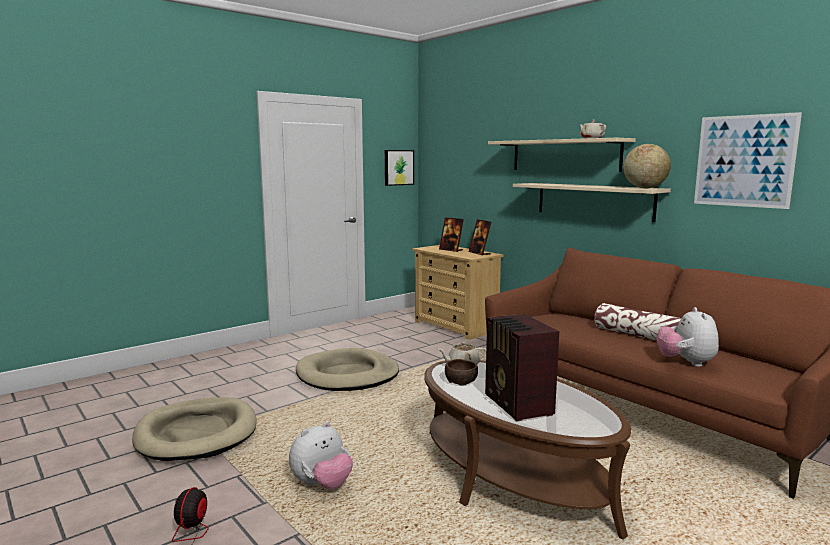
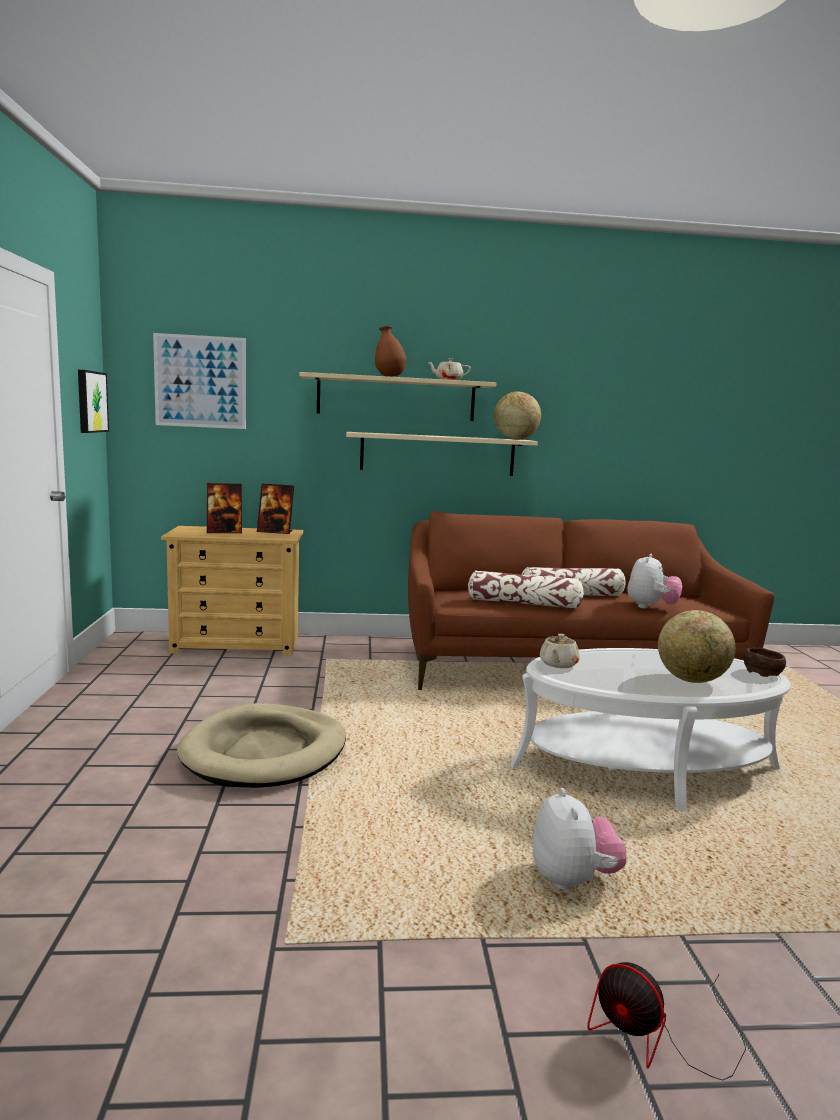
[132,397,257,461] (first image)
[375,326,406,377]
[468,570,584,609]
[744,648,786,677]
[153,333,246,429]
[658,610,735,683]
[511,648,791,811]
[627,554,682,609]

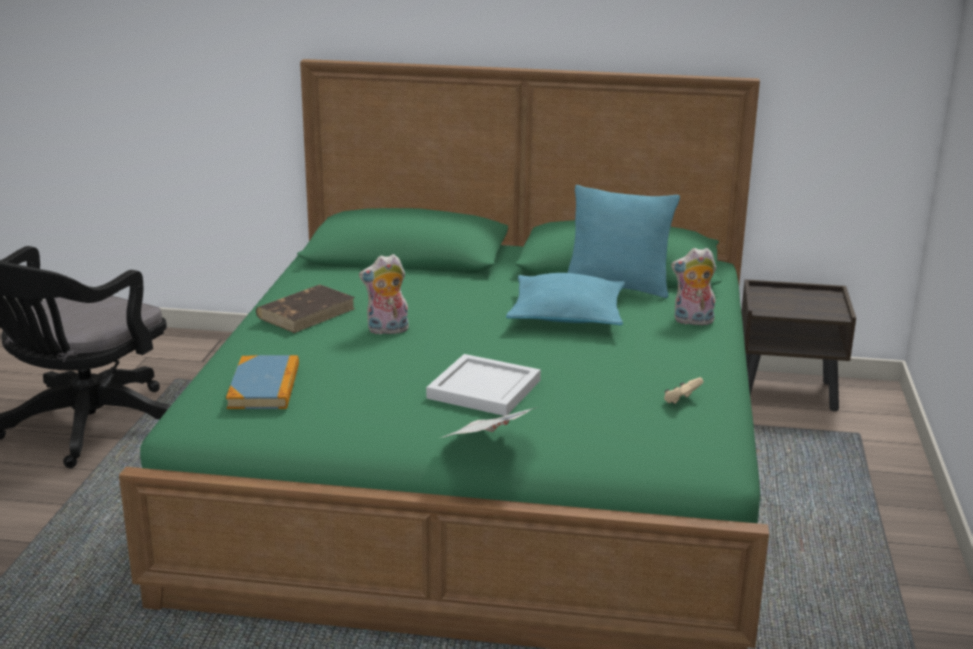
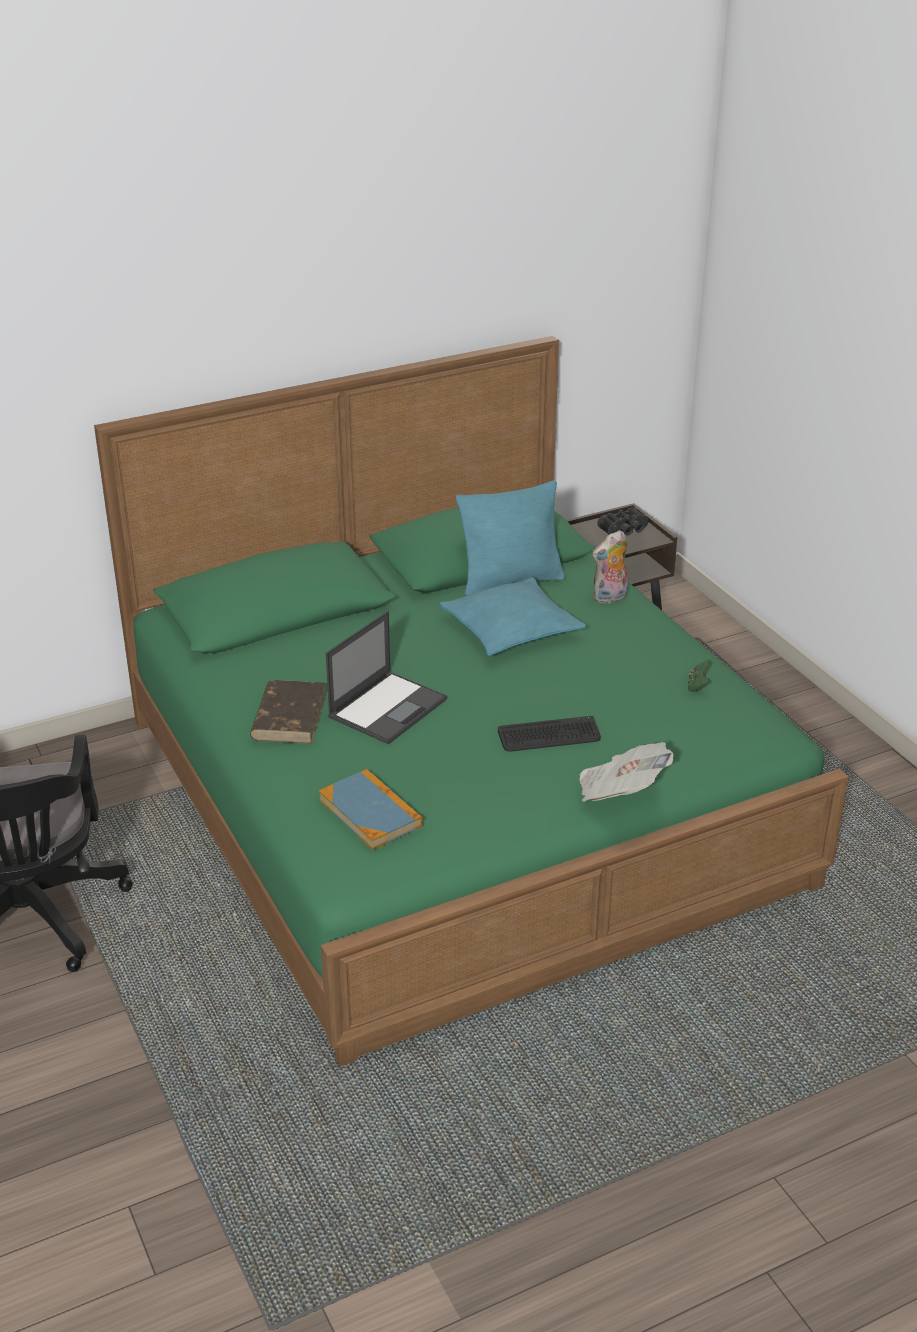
[597,507,649,536]
[326,611,447,744]
[498,716,601,751]
[688,660,711,692]

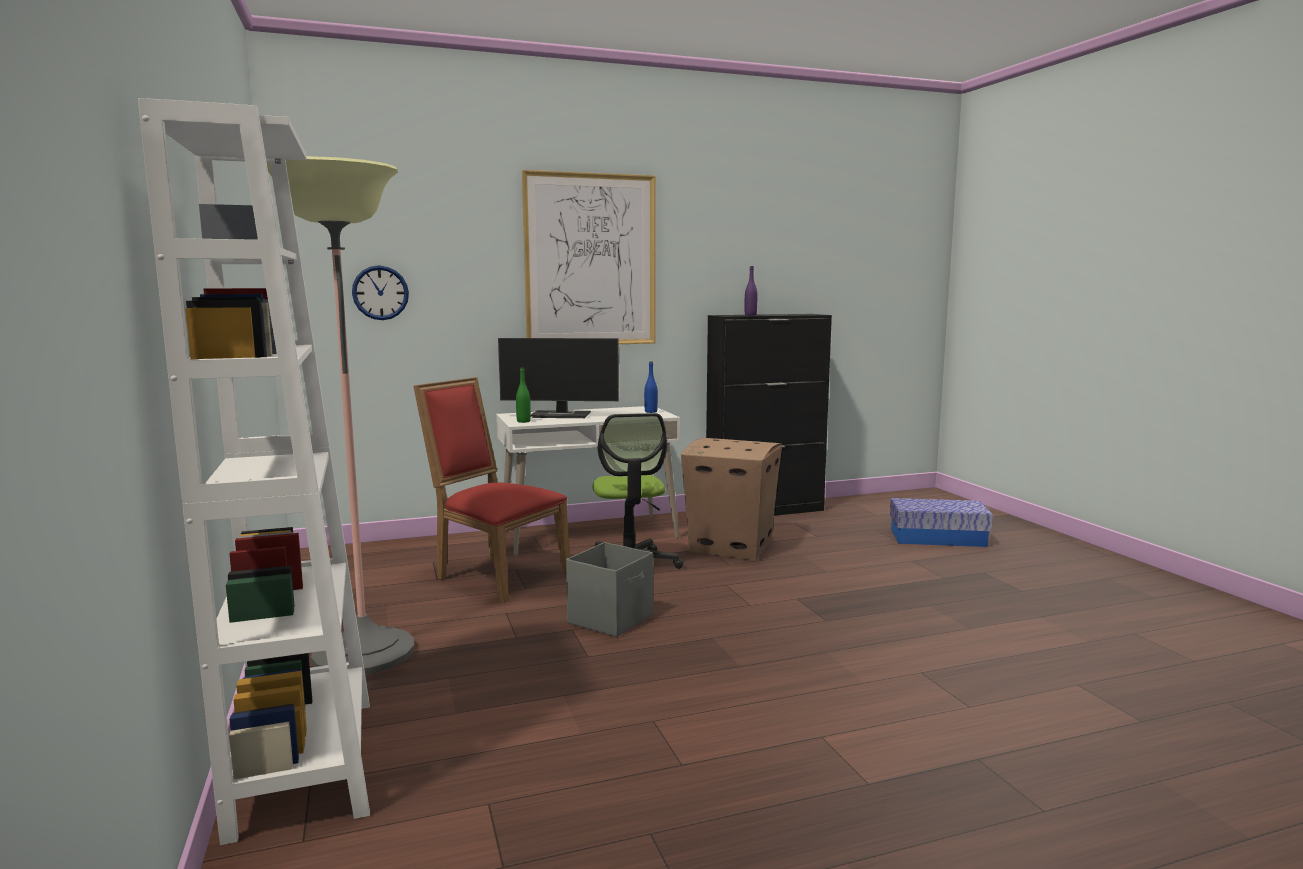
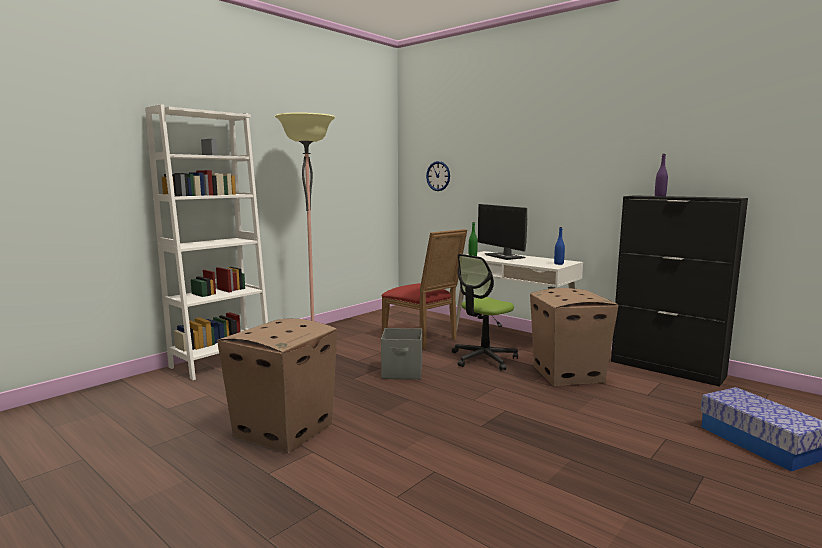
[522,170,656,344] (first image)
[217,318,337,453]
[381,229,467,349]

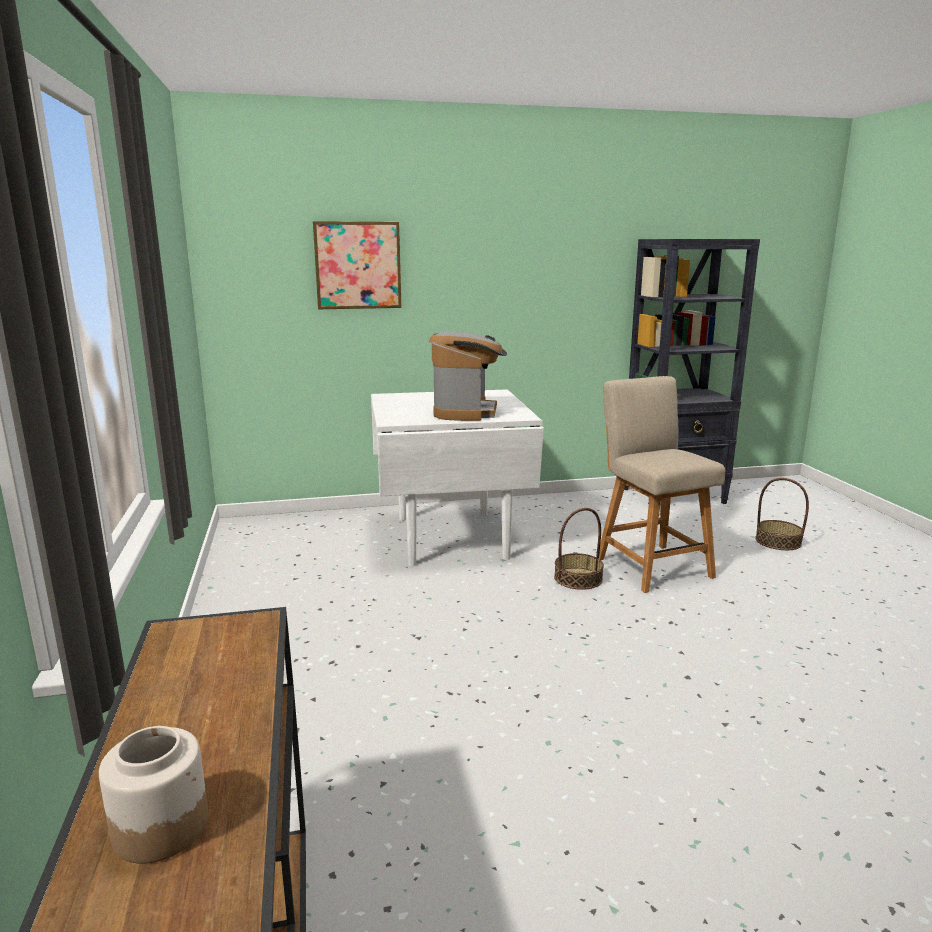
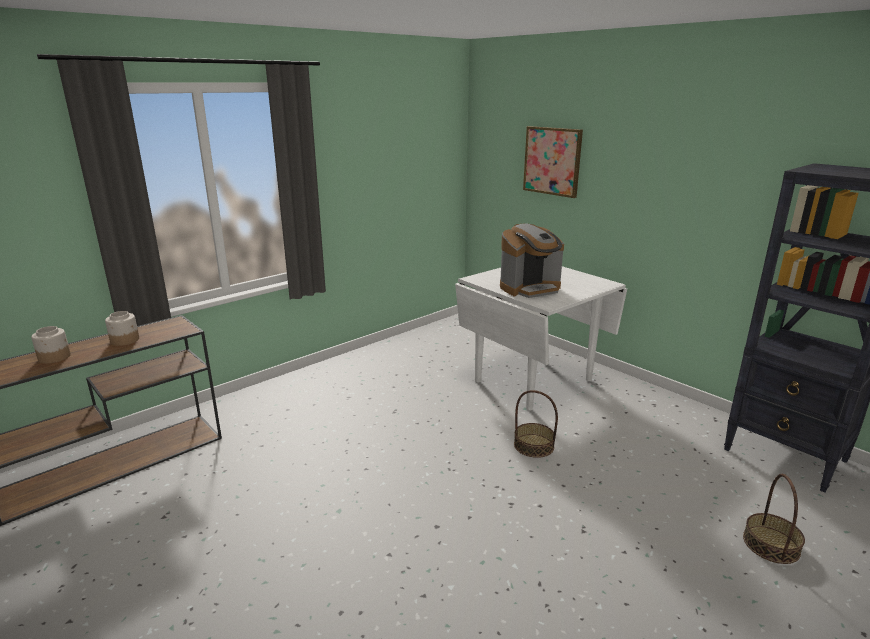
[599,376,725,593] (first image)
[105,311,139,346]

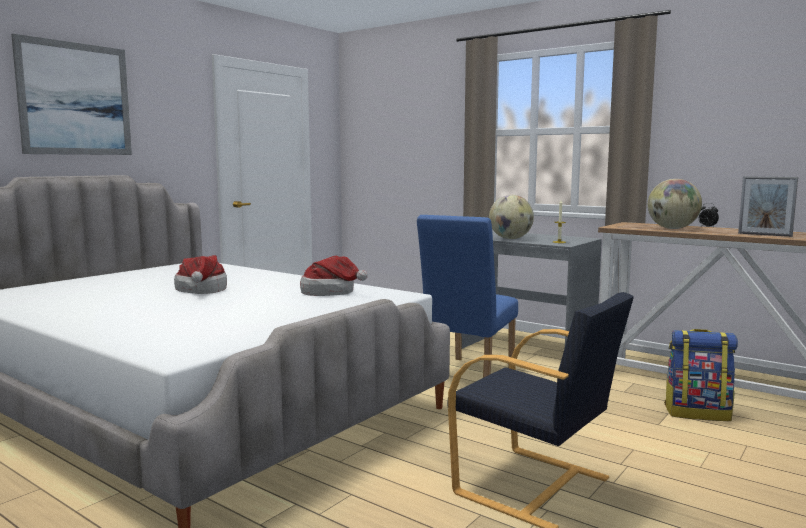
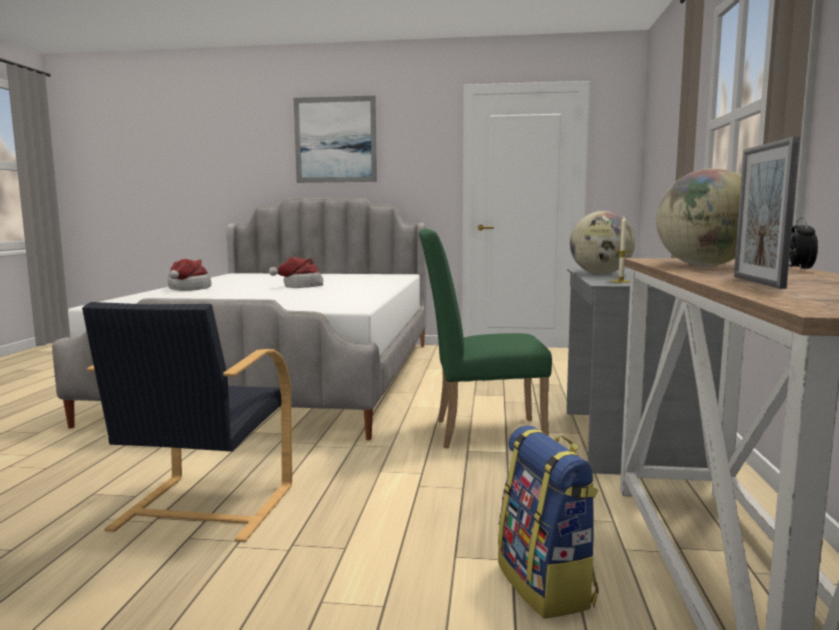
[168,259,211,291]
[419,229,552,448]

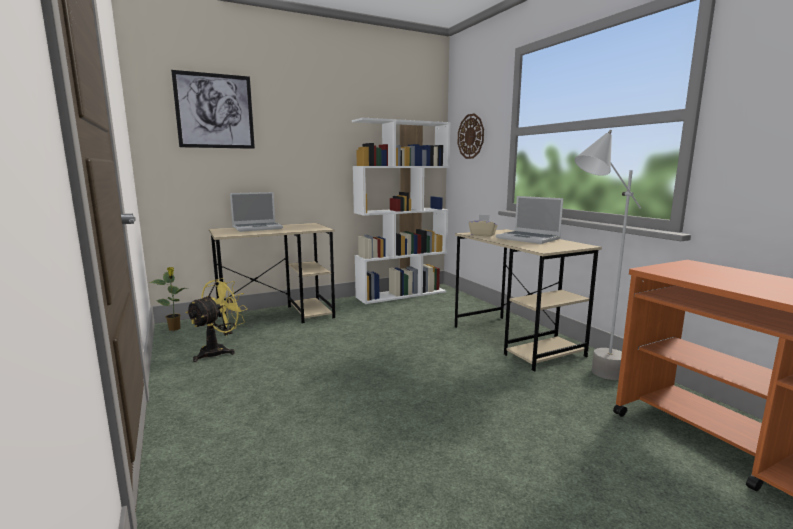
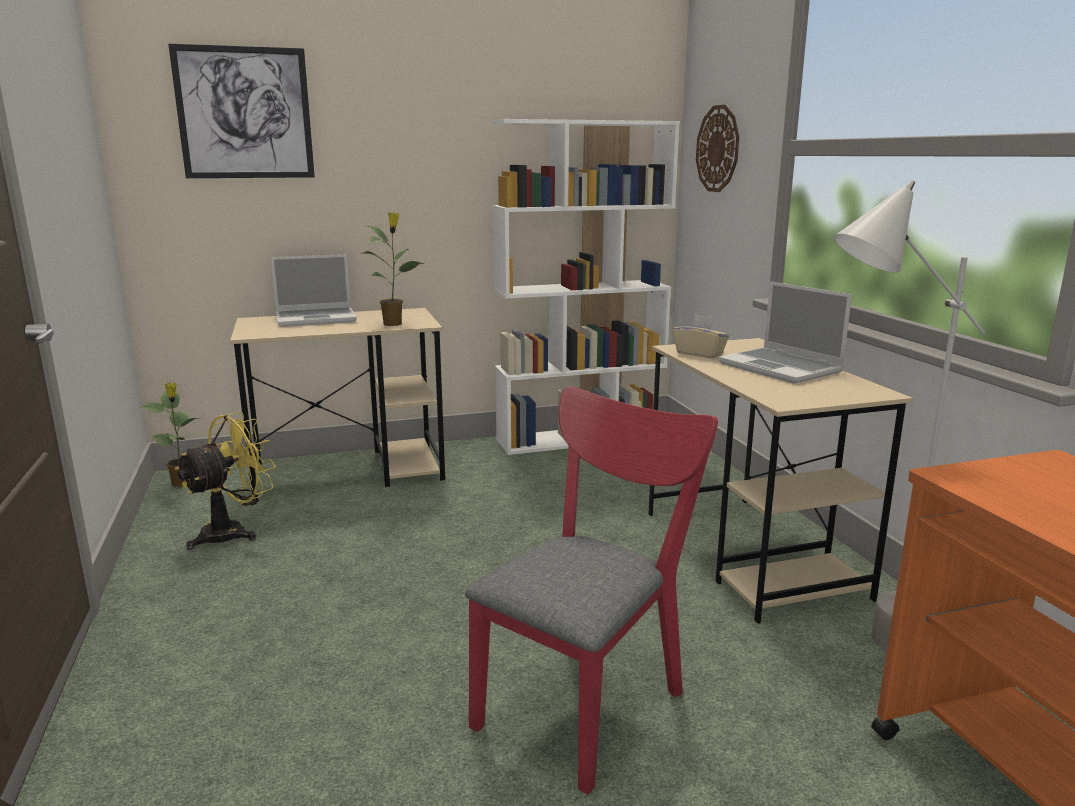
[364,212,425,326]
[465,386,718,795]

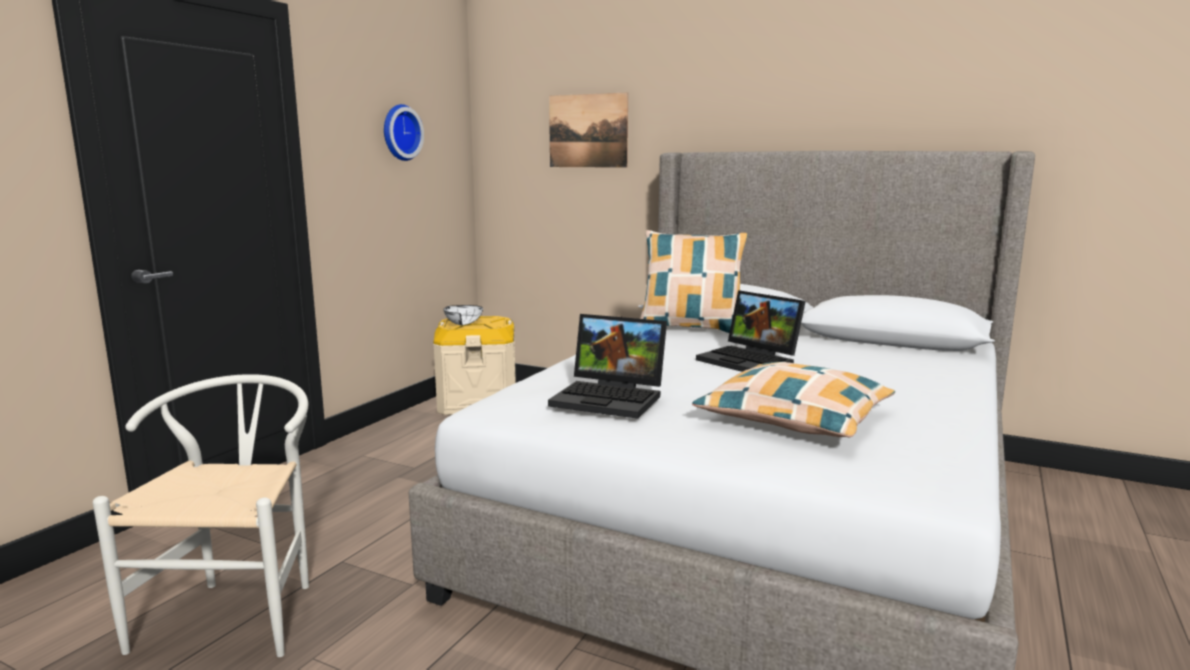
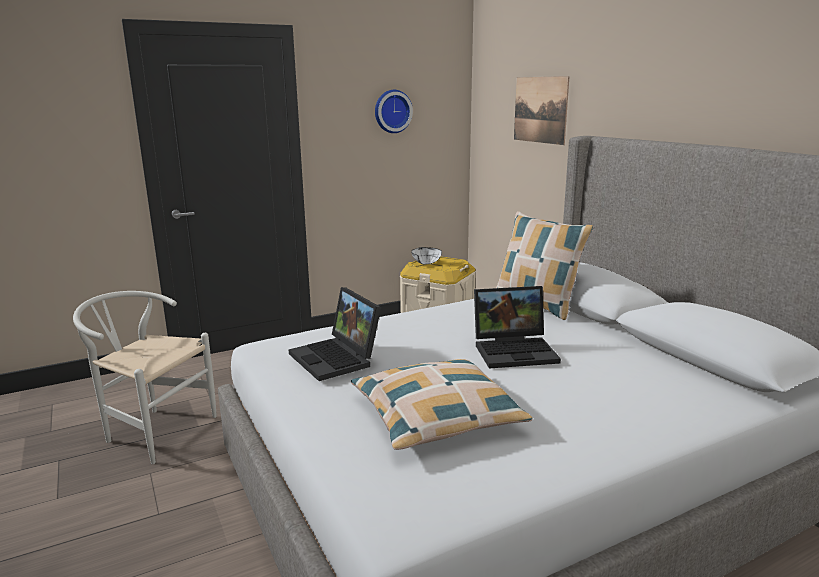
[73,291,217,464]
[474,286,561,368]

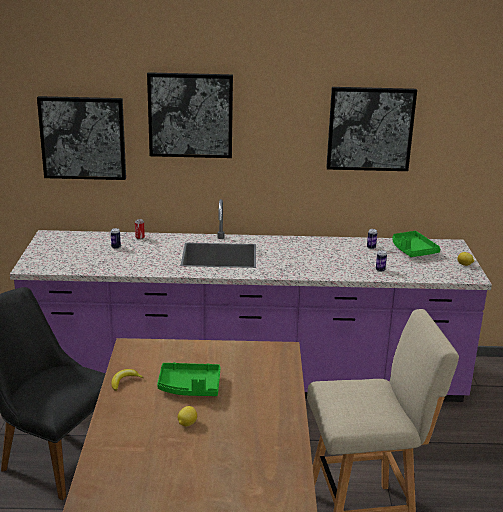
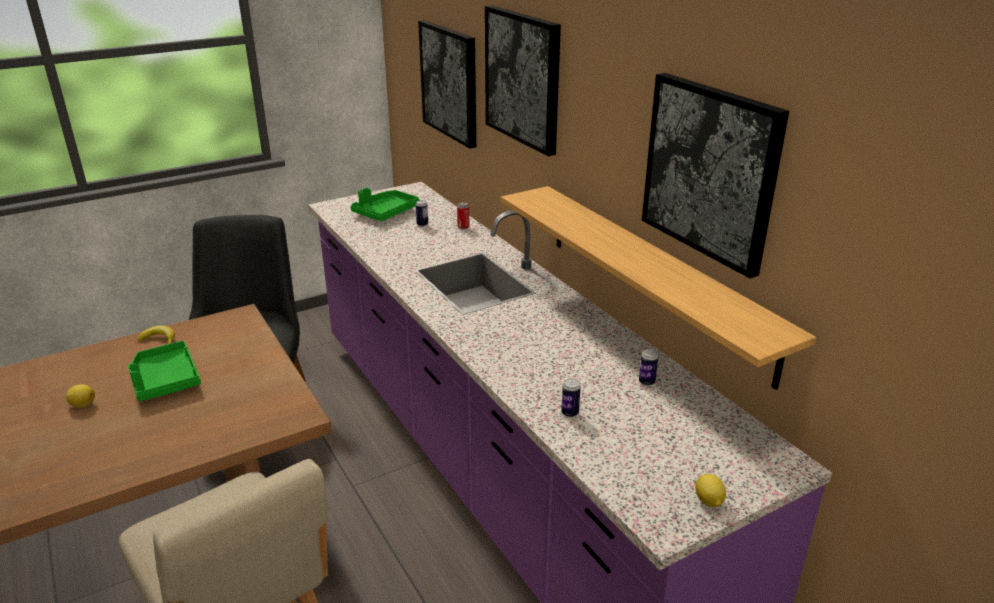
[501,186,816,390]
[351,188,420,221]

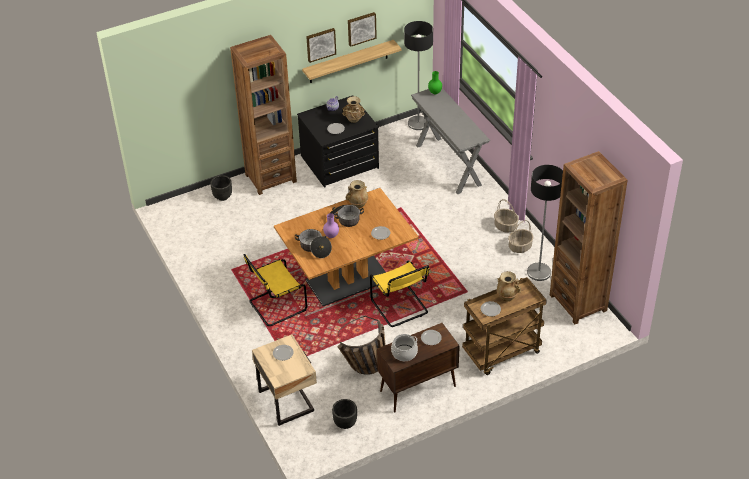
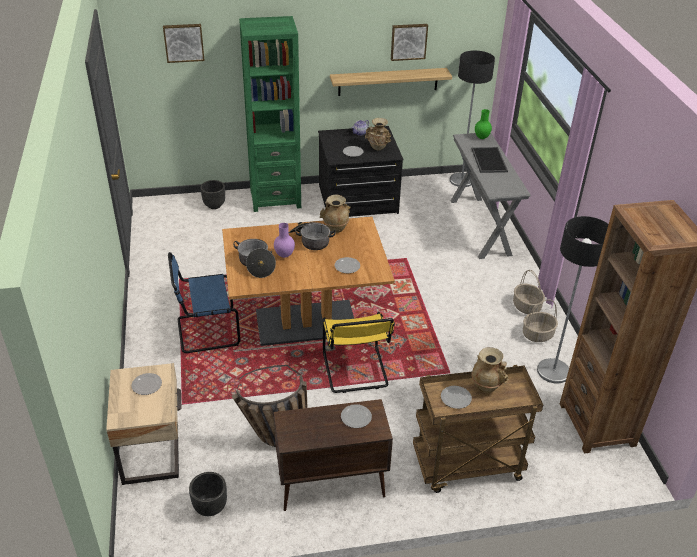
[391,334,418,361] (first image)
[471,147,508,173]
[163,24,205,63]
[239,16,301,212]
[168,252,241,353]

